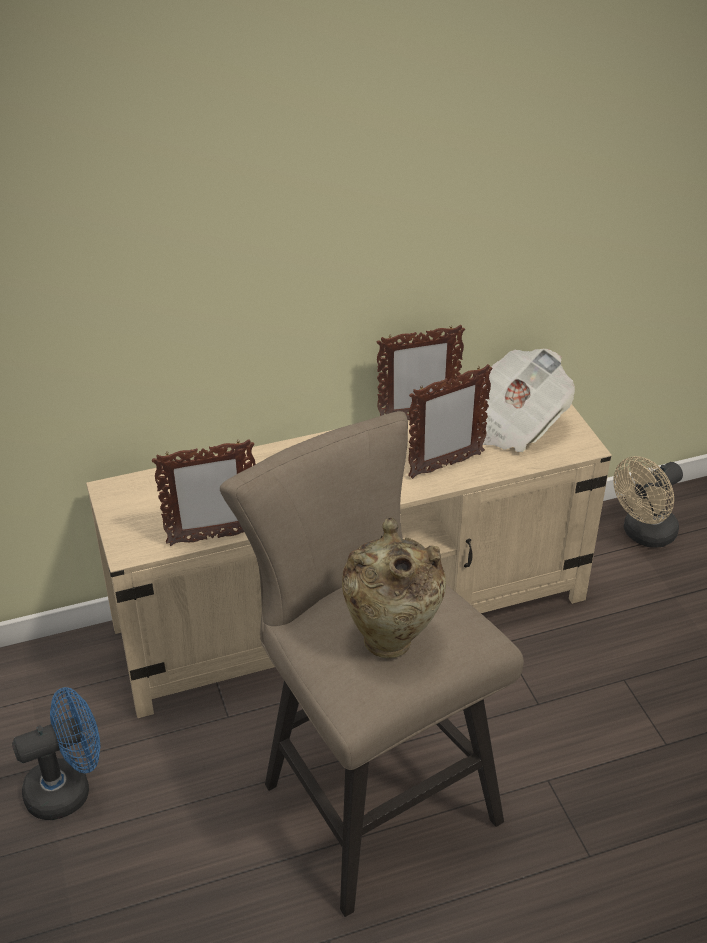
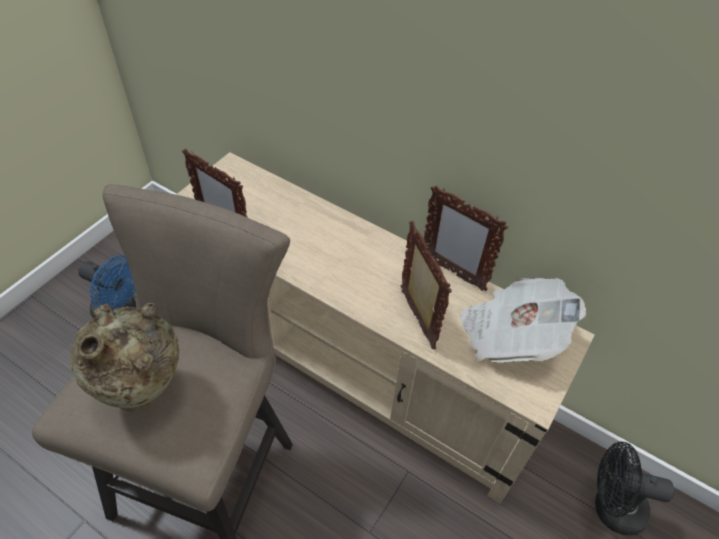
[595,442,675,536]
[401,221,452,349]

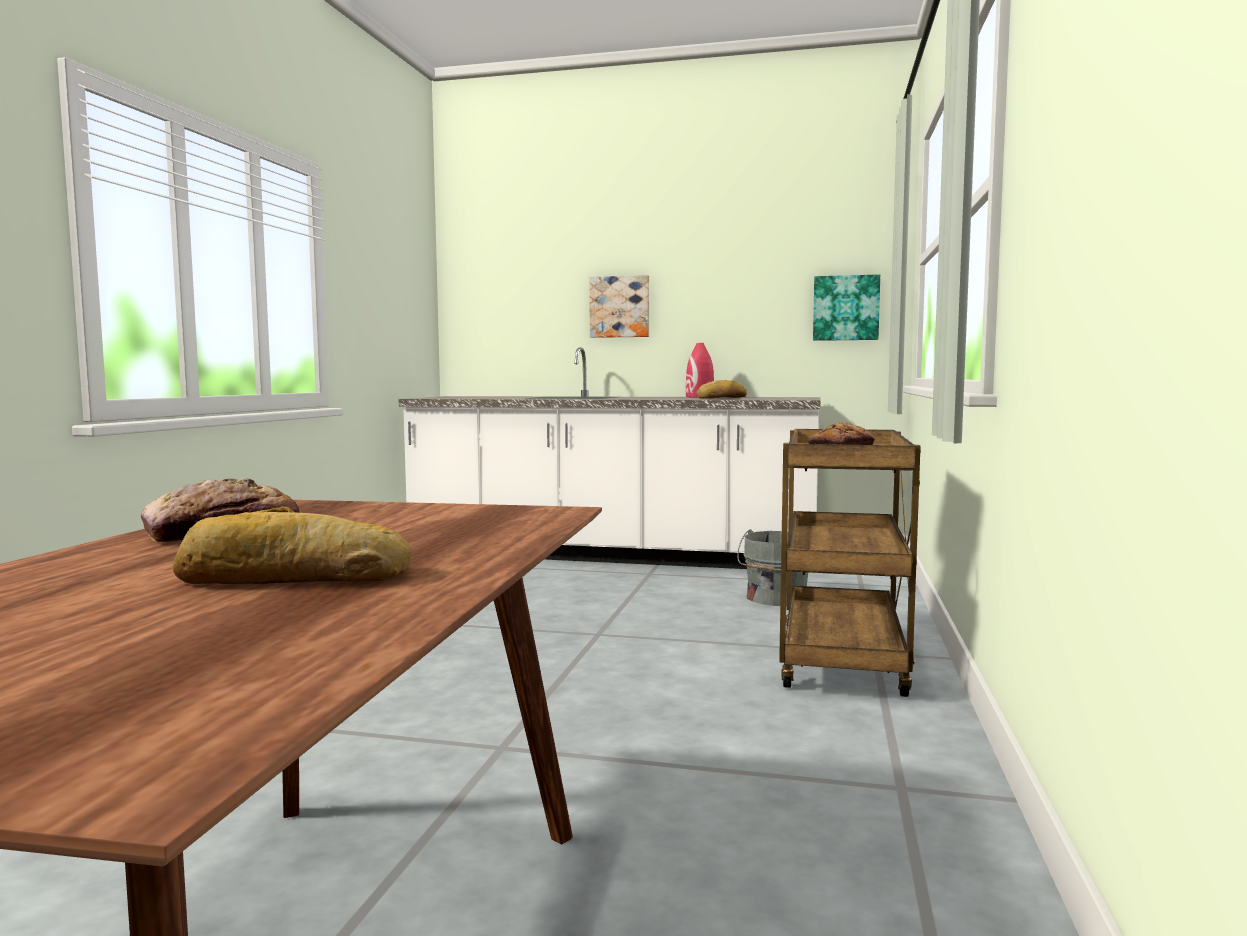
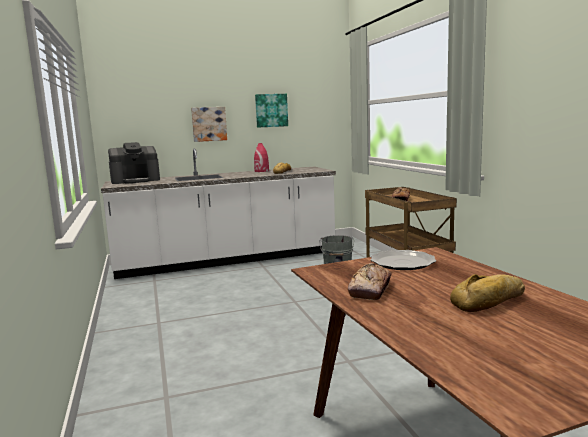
[108,142,160,184]
[371,250,436,270]
[255,94,288,128]

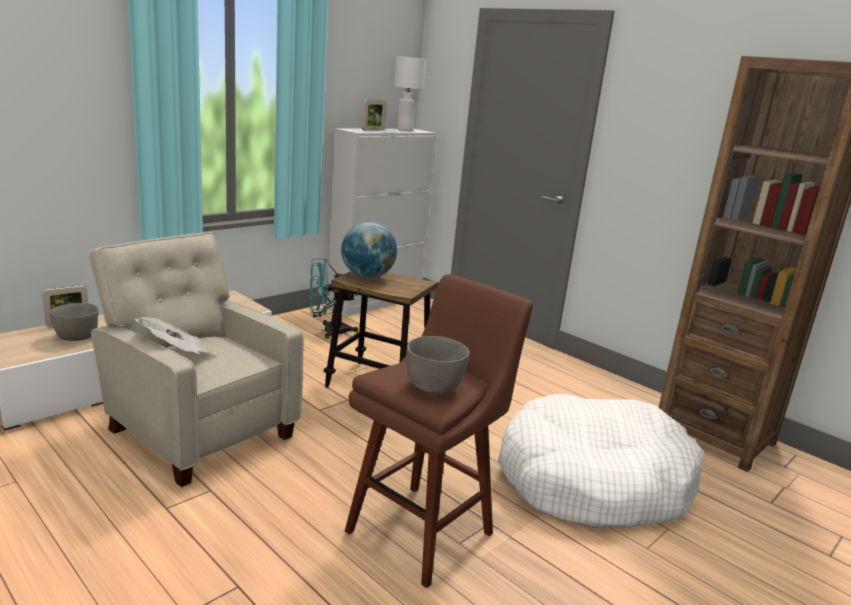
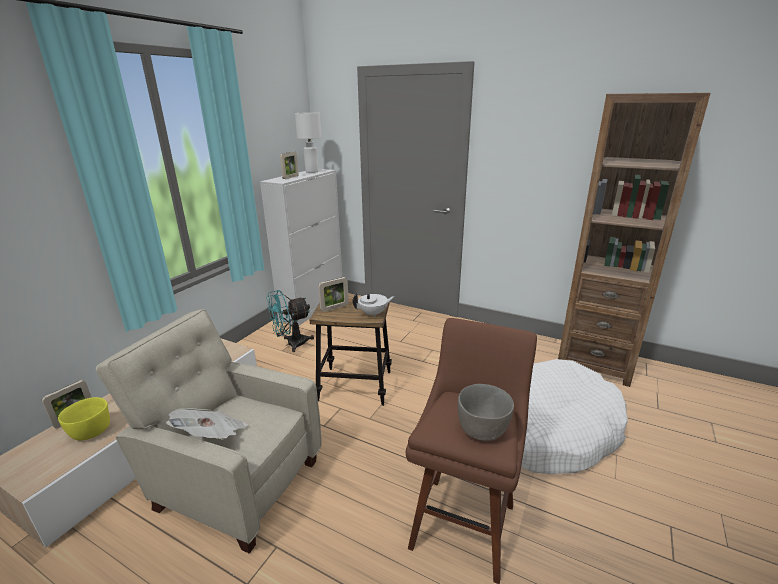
[353,293,395,318]
[318,277,349,312]
[58,397,110,441]

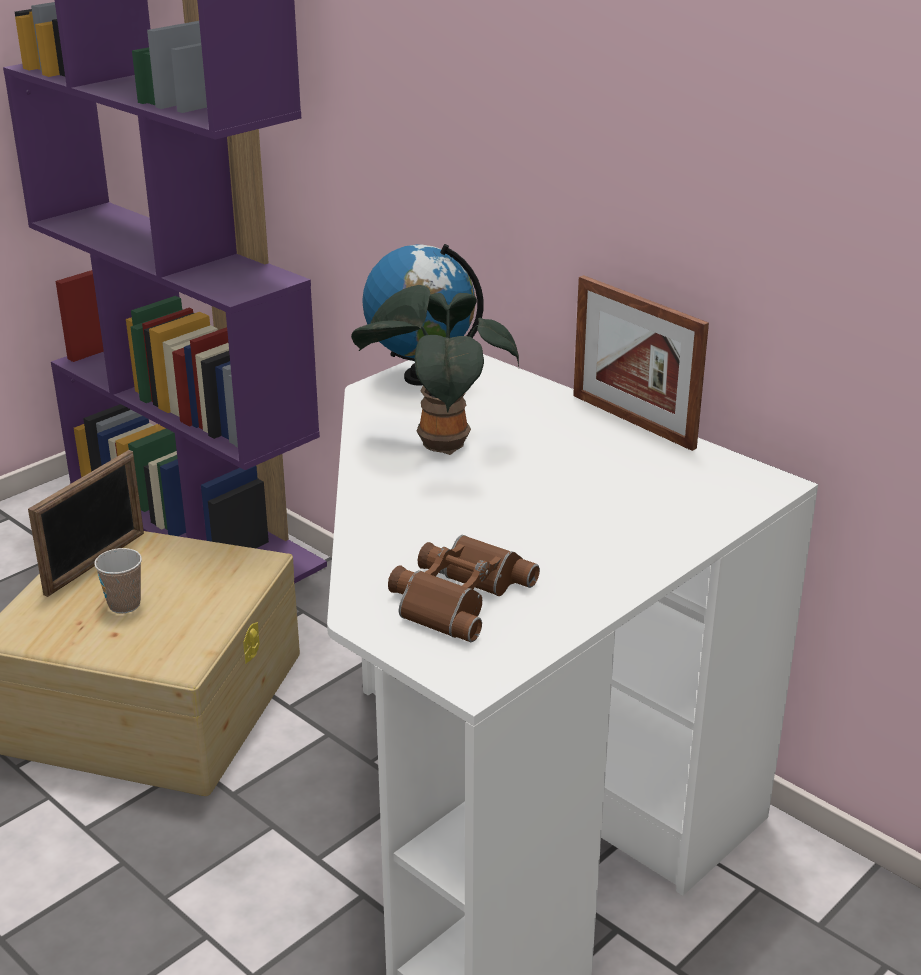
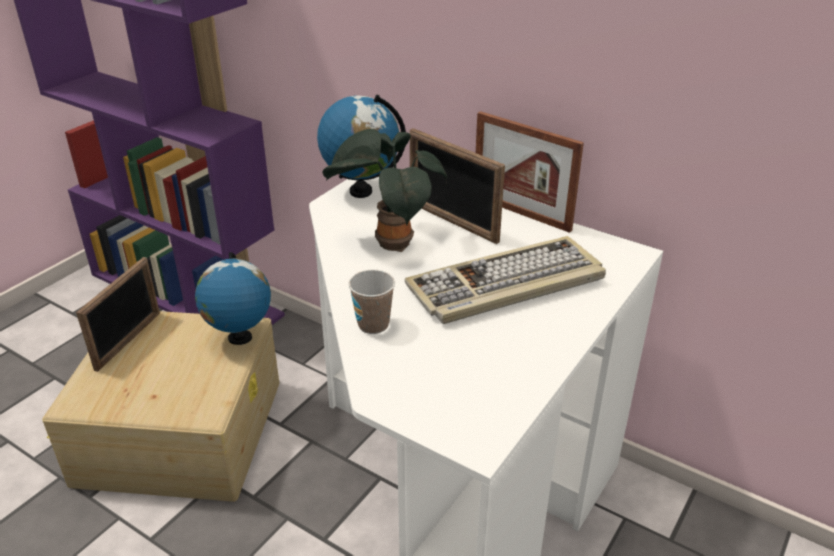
[388,535,540,642] (first image)
[195,252,271,345]
[405,236,606,324]
[410,128,505,244]
[349,270,395,334]

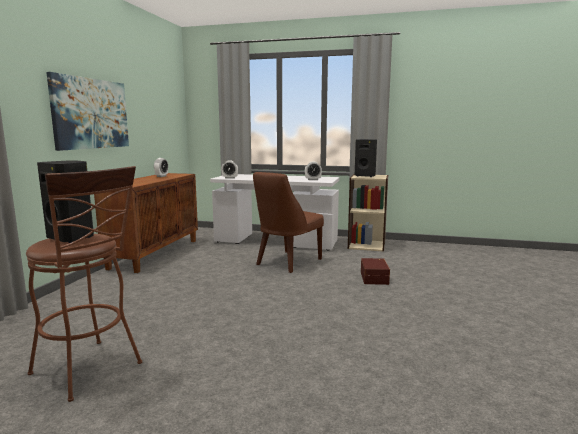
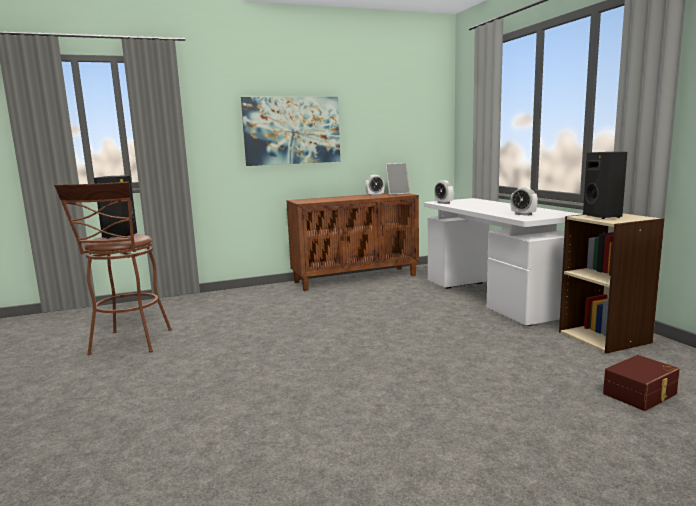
[253,172,324,273] (first image)
[385,163,410,195]
[603,355,679,411]

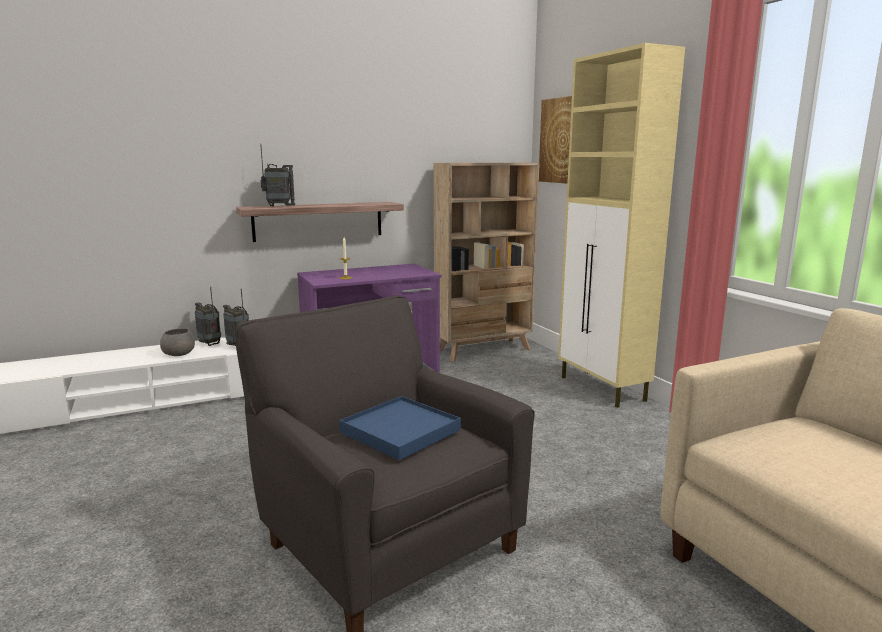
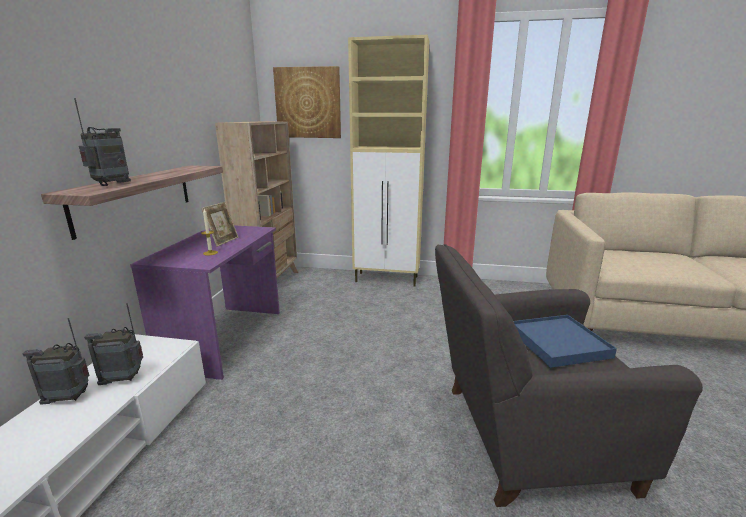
[160,328,195,356] (first image)
[201,202,239,247]

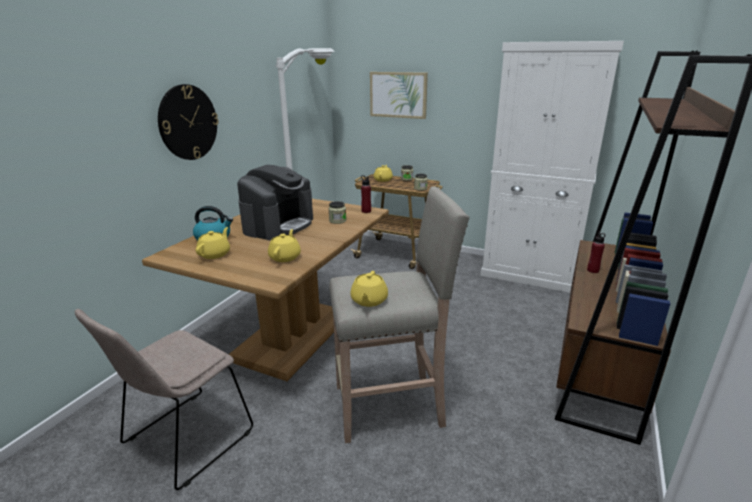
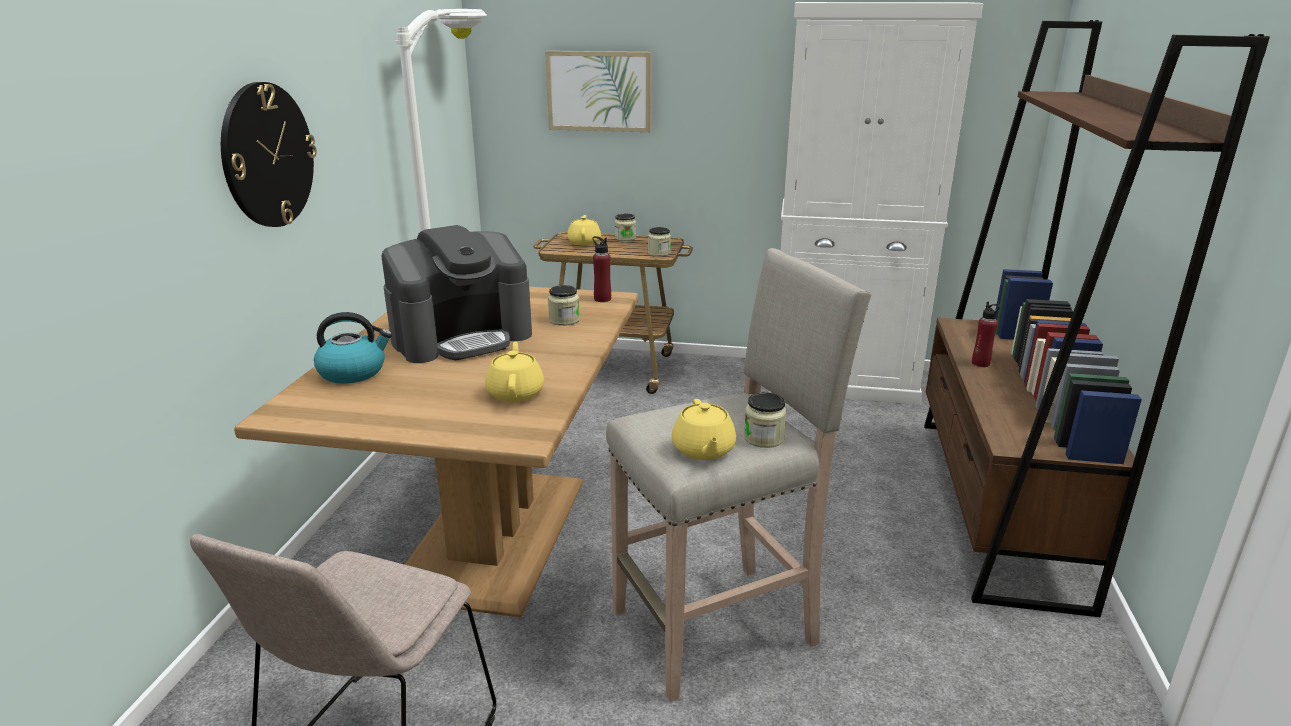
[196,227,230,259] (first image)
[744,392,787,448]
[381,225,532,363]

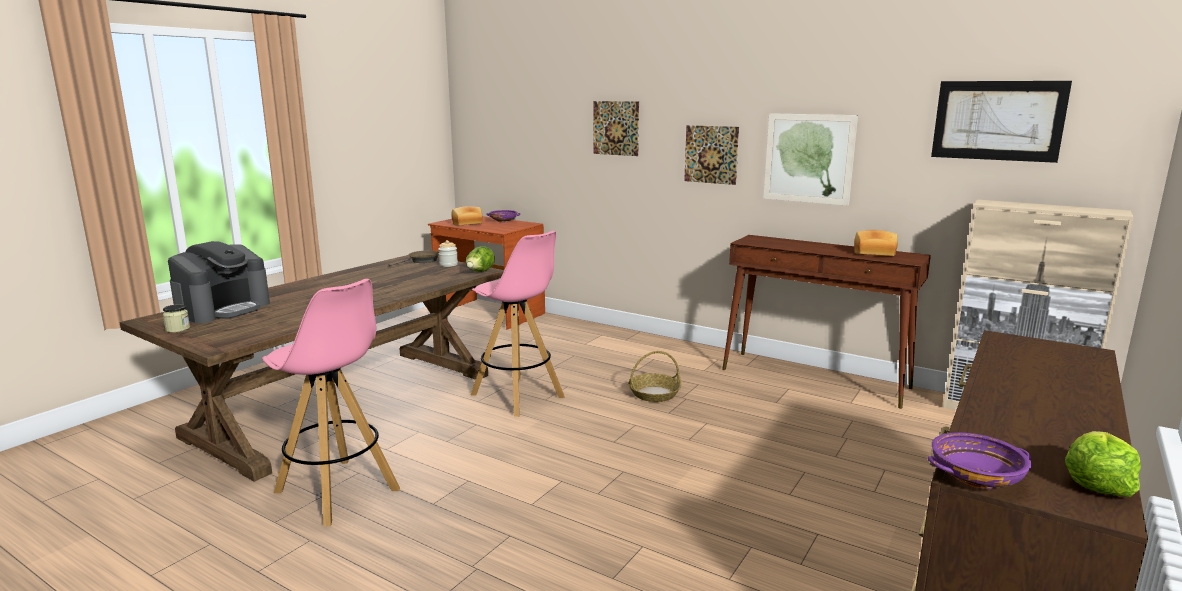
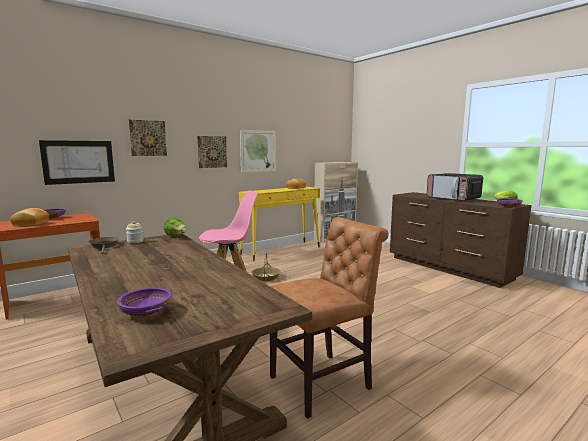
[163,304,190,333] (first image)
[427,173,483,201]
[39,140,115,185]
[117,288,172,318]
[270,217,389,419]
[239,187,320,261]

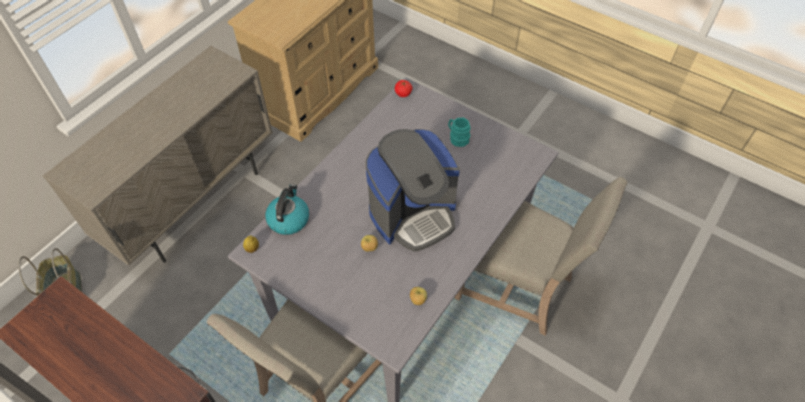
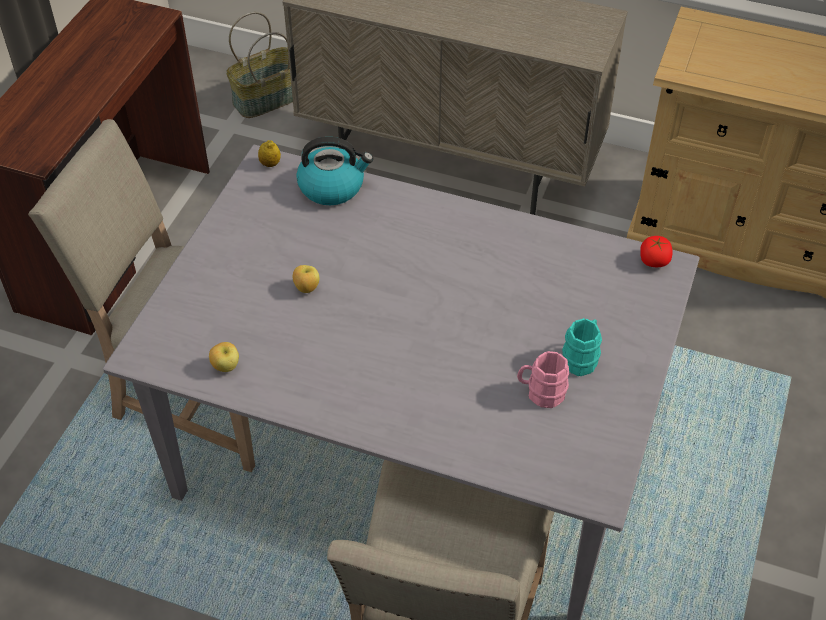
[366,129,460,252] (first image)
[517,351,569,408]

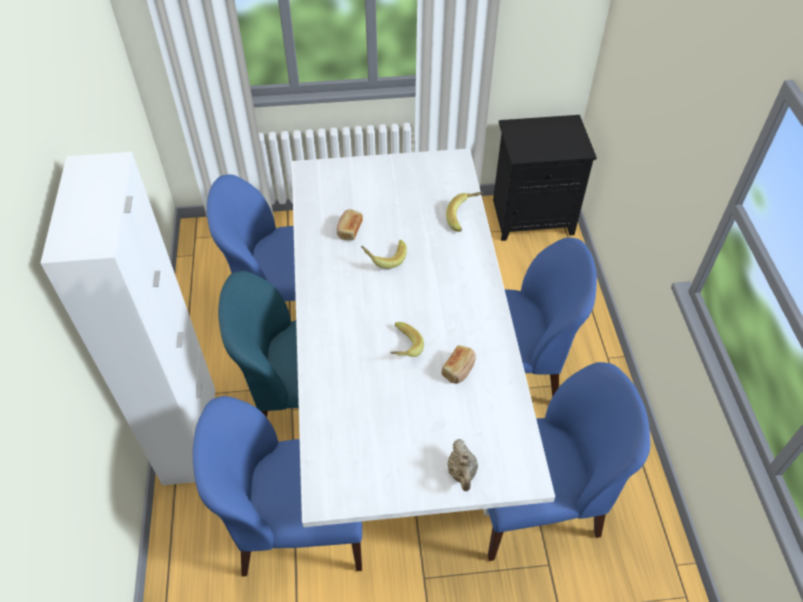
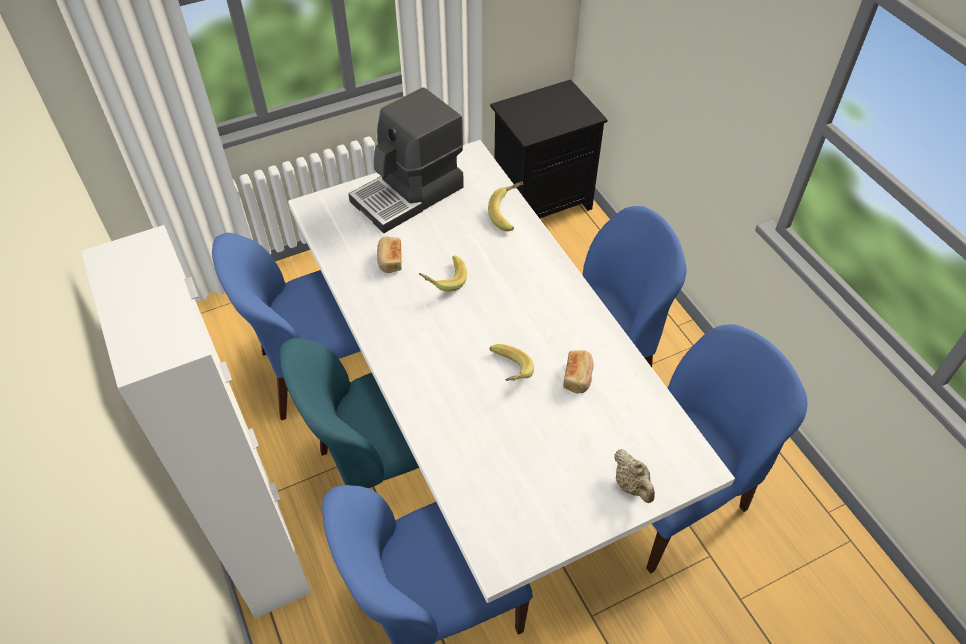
[348,87,464,233]

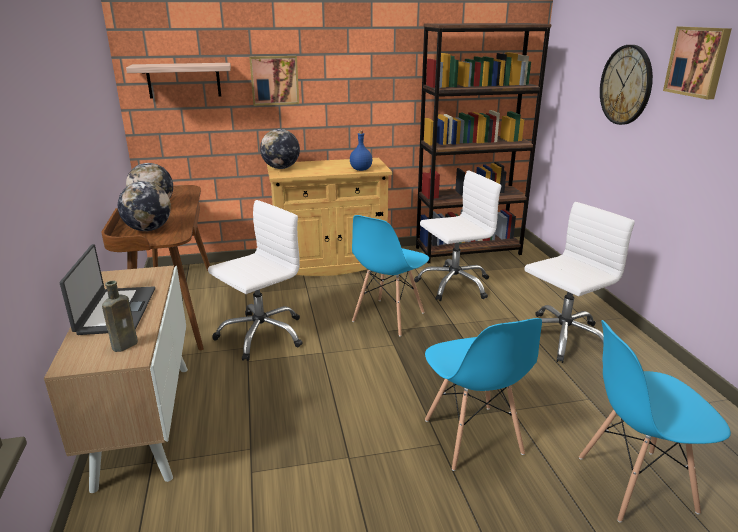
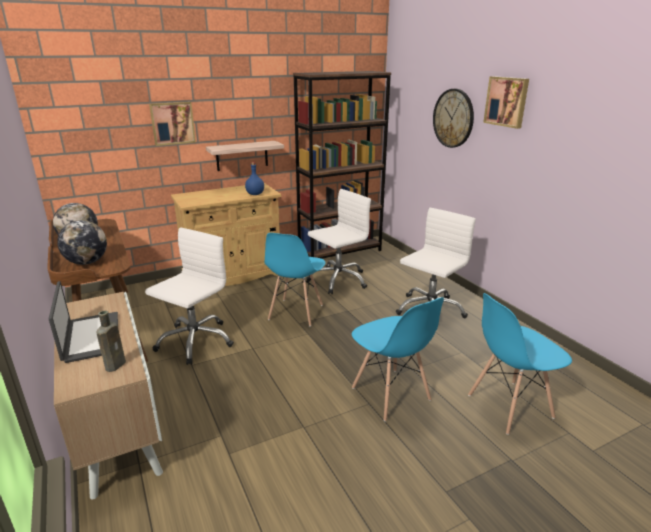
[260,129,300,169] (first image)
[206,141,284,171]

